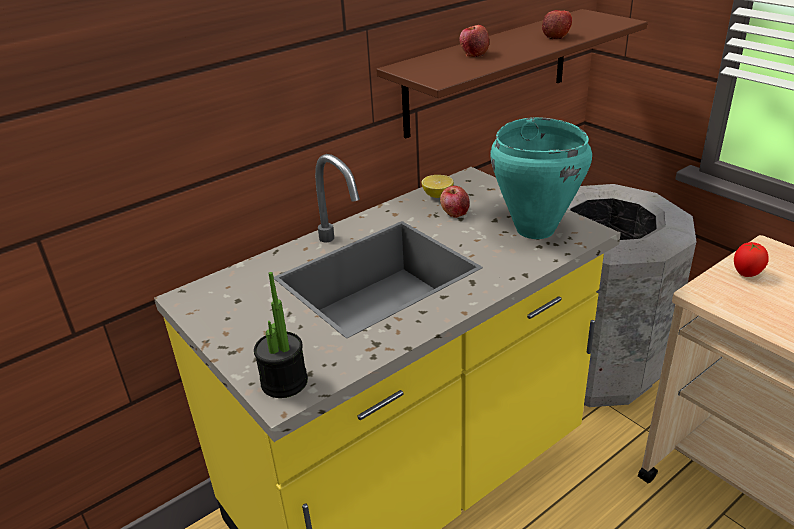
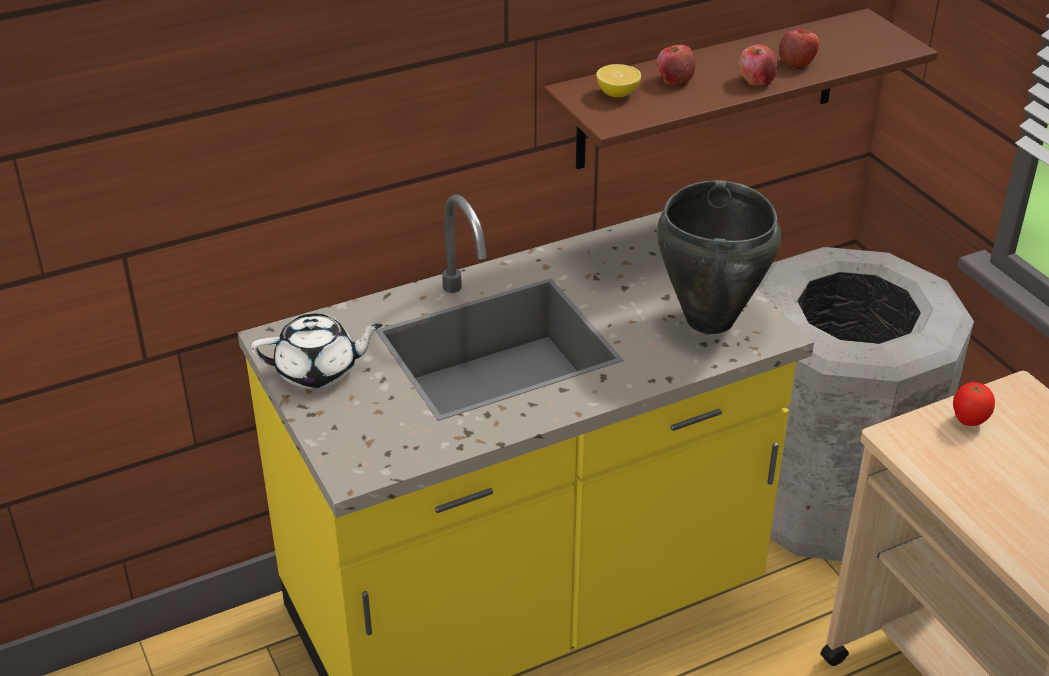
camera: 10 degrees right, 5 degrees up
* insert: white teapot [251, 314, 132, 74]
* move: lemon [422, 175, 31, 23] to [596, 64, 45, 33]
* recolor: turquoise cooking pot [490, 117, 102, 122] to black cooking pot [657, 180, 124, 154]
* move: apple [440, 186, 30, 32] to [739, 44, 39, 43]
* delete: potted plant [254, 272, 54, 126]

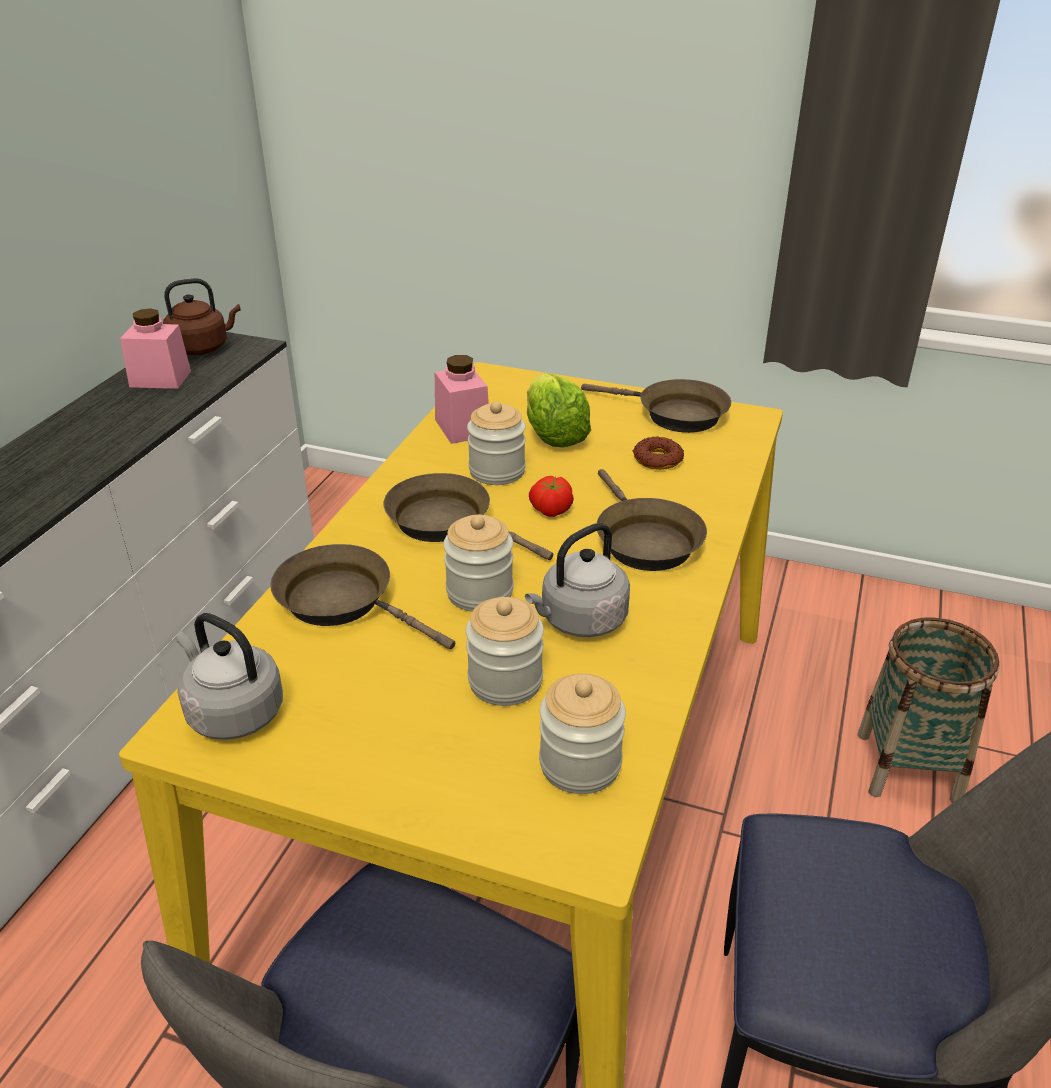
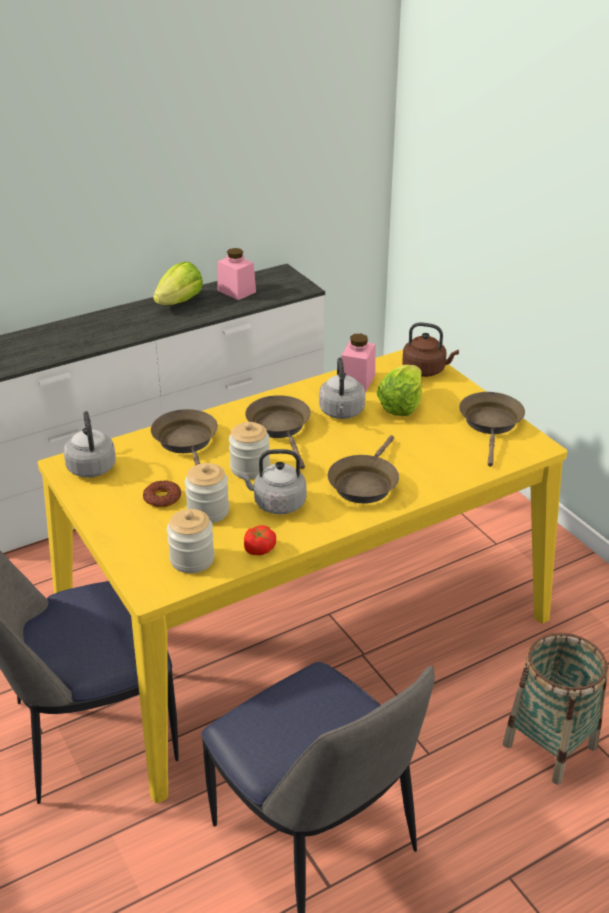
camera: 40 degrees right, 0 degrees up
* move: donut [633, 437, 51, 33] to [143, 480, 38, 28]
* insert: lettuce [153, 261, 50, 44]
* move: tomato [529, 476, 45, 41] to [244, 525, 32, 30]
* replace: jar [467, 402, 59, 83] to grey kettle [319, 357, 46, 62]
* move: brown kettle [163, 278, 78, 77] to [402, 322, 57, 55]
* rotate: brown frying pan [581, 379, 150, 54] = [459, 392, 66, 75] 150 degrees counterclockwise

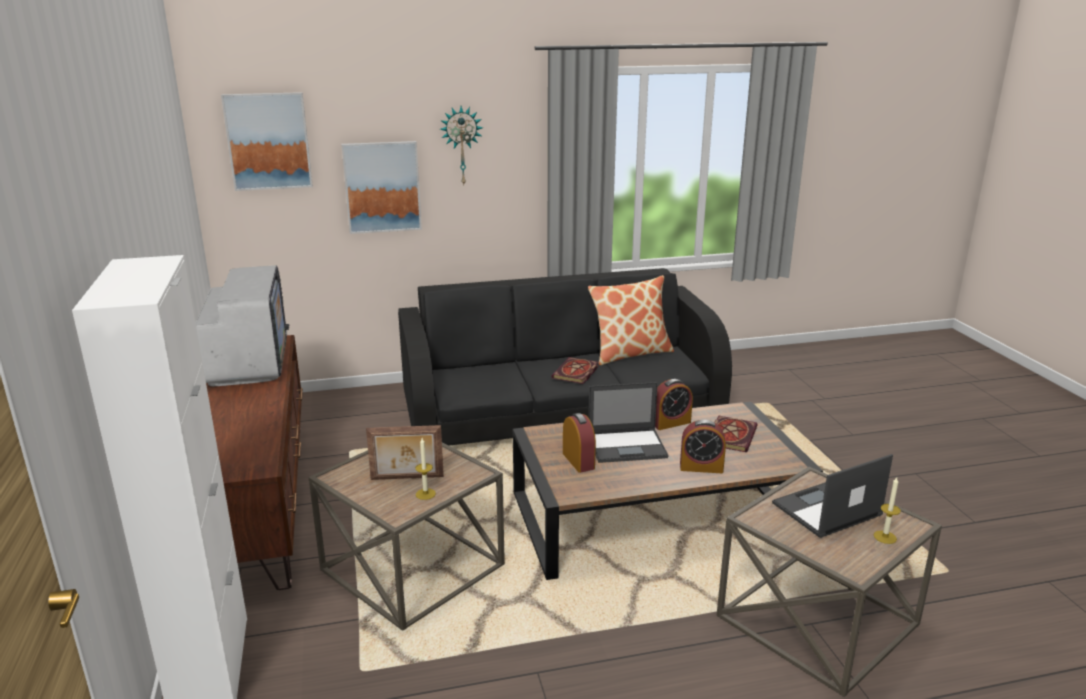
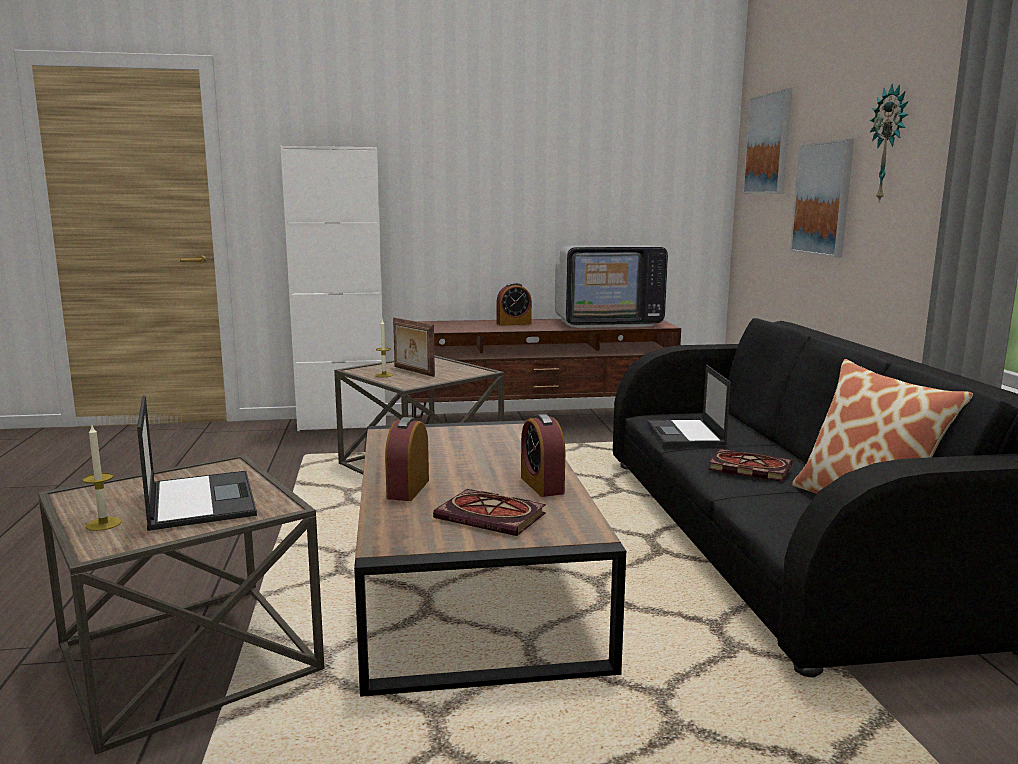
camera: 95 degrees right, 10 degrees down
* rotate: picture frame [366, 425, 78, 55] = [393, 318, 42, 59] 45 degrees counterclockwise
* move: alarm clock [563, 413, 33, 60] to [497, 282, 35, 44]
* move: laptop [588, 382, 81, 81] to [647, 365, 84, 81]

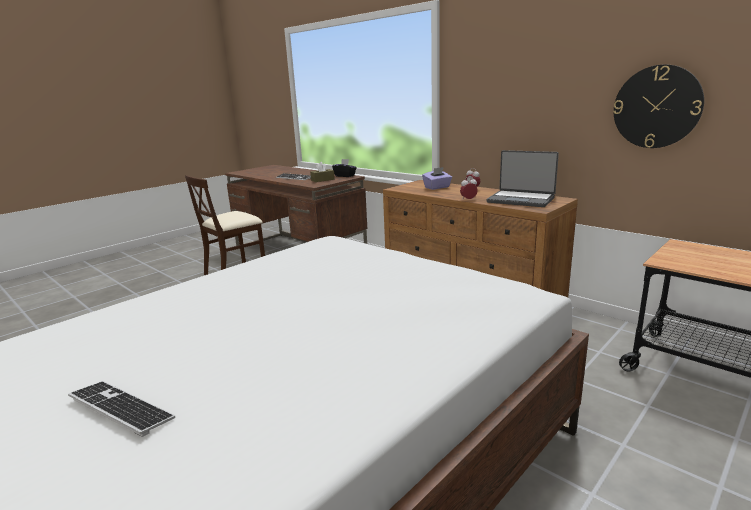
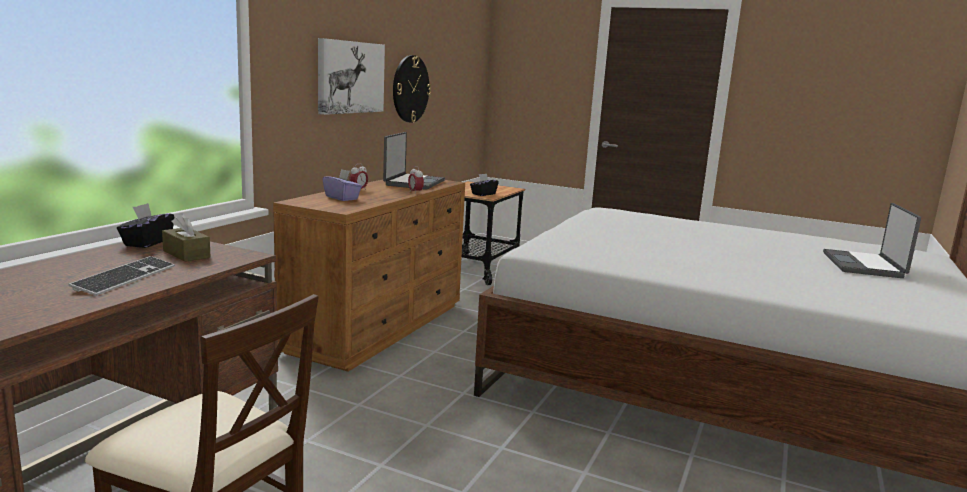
camera: 110 degrees left, 5 degrees down
* insert: picture [318, 38, 67, 77]
* insert: black tissue box [470, 174, 29, 22]
* replace: keyboard [68, 381, 107, 56] to laptop [823, 203, 98, 75]

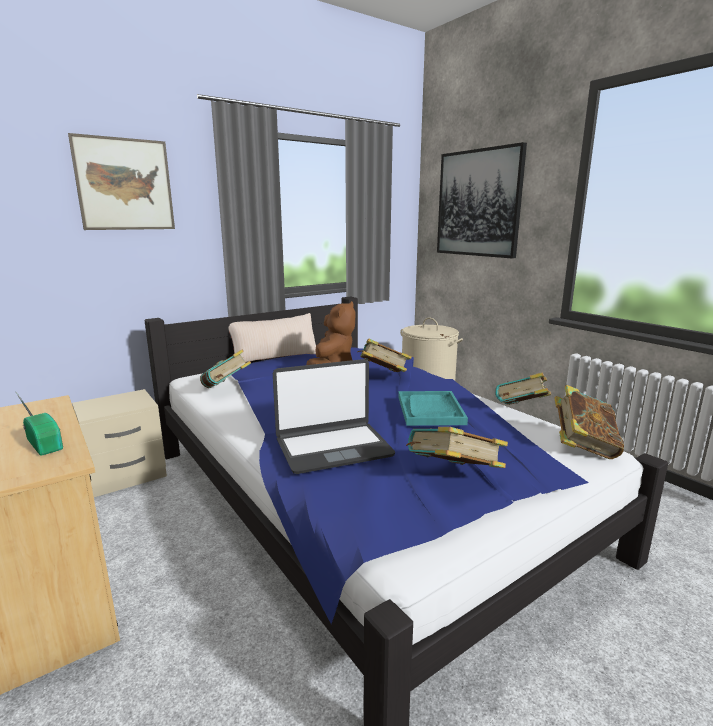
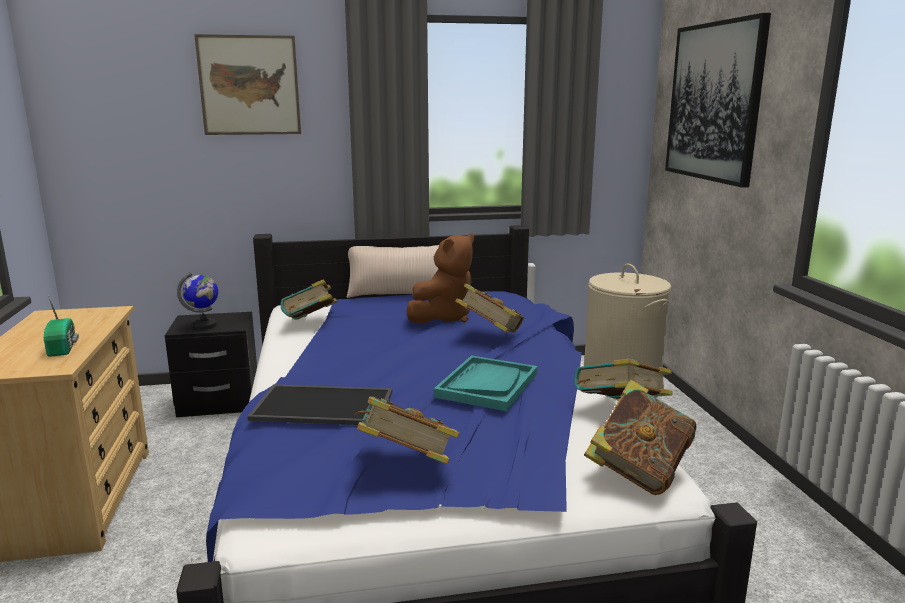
camera: 25 degrees right, 0 degrees up
* recolor: beige nightstand [72, 389, 95, 108] to black nightstand [165, 312, 92, 105]
* insert: globe [177, 272, 41, 58]
* replace: laptop [273, 359, 122, 115] to tray [247, 384, 145, 41]

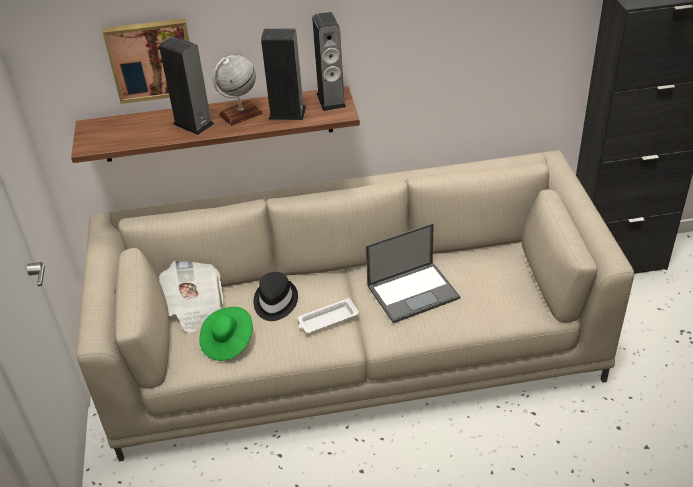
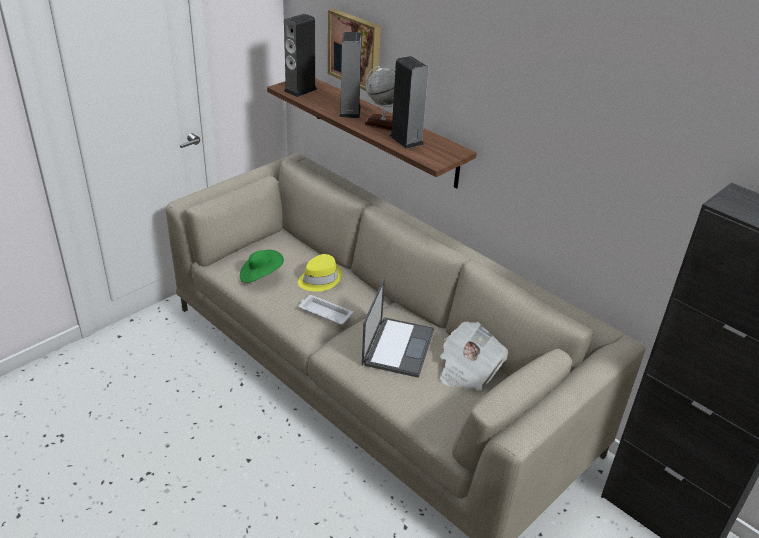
camera: 50 degrees right, 5 degrees down
* move: speaker [312, 12, 34, 99] to [284, 14, 33, 83]
* recolor: black hat [253, 272, 45, 49] to yellow hat [298, 254, 44, 38]
* rotate: laptop [366, 223, 94, 100] = [362, 278, 72, 100] 105 degrees counterclockwise
* move: newspaper [159, 261, 64, 72] to [440, 322, 68, 68]

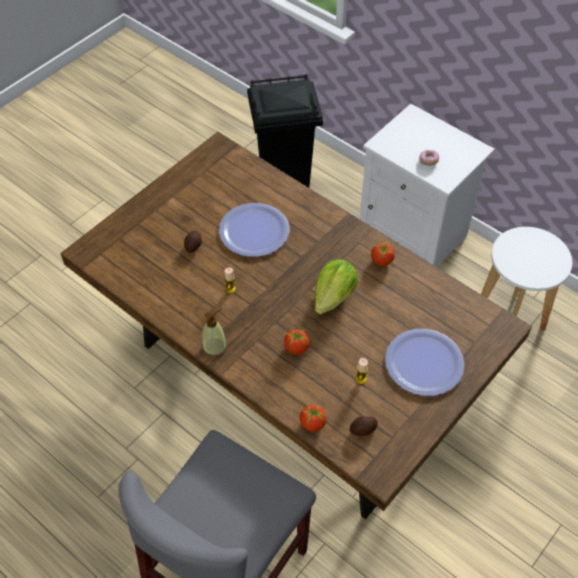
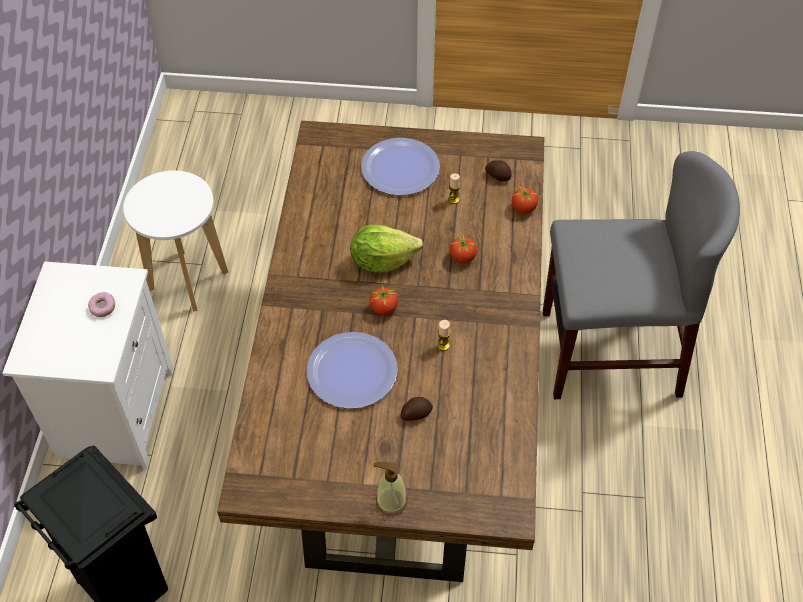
camera: 125 degrees left, 0 degrees up
* move: tomato [371, 237, 24, 29] to [367, 284, 31, 31]
* move: soap dispenser [202, 307, 25, 50] to [374, 462, 33, 53]

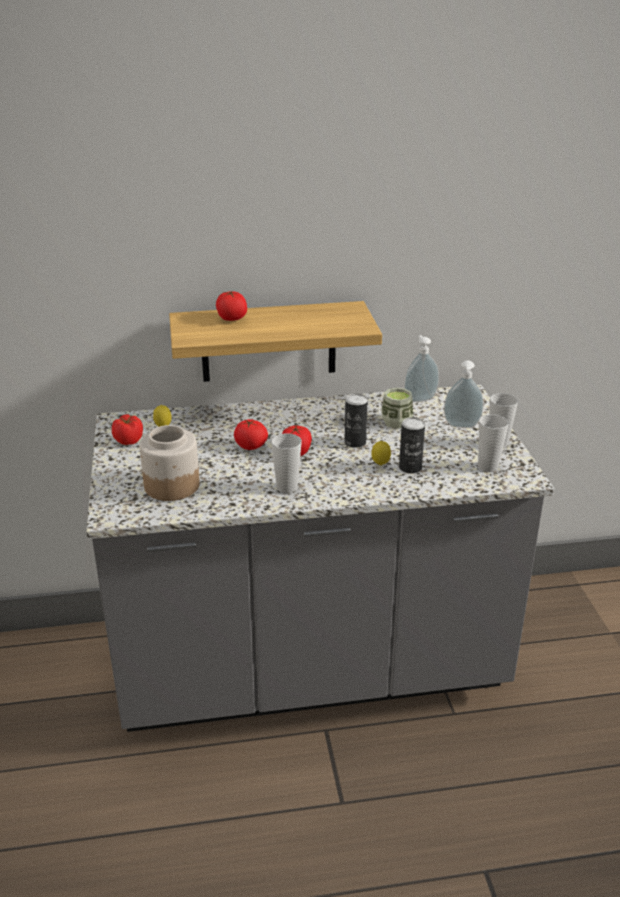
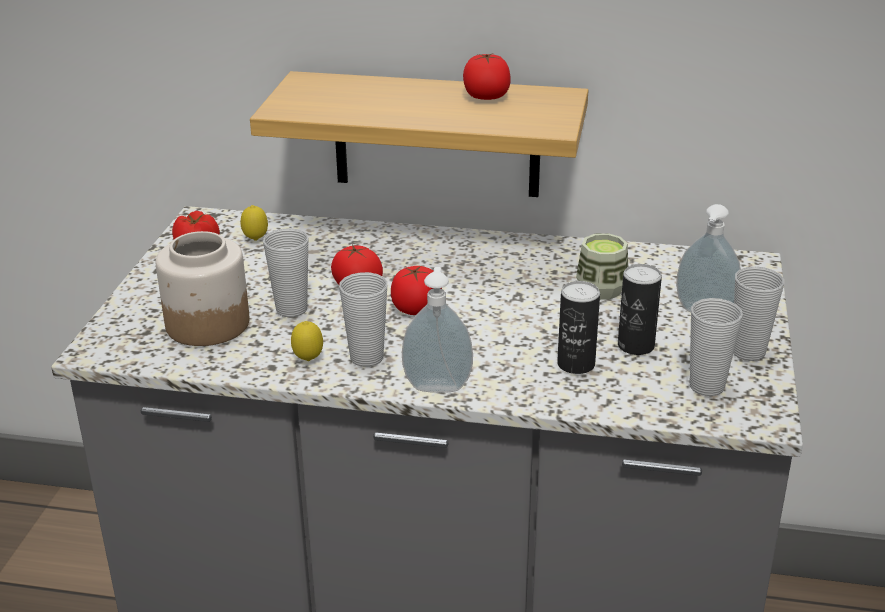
camera: 20 degrees right, 0 degrees up
* insert: cup [263, 228, 45, 89]
* move: lemon [371, 441, 20, 24] to [291, 321, 32, 40]
* move: soap dispenser [404, 335, 35, 67] to [402, 267, 71, 126]
* move: tomato [216, 290, 31, 31] to [463, 53, 47, 47]
* move: can [344, 394, 24, 54] to [618, 264, 44, 91]

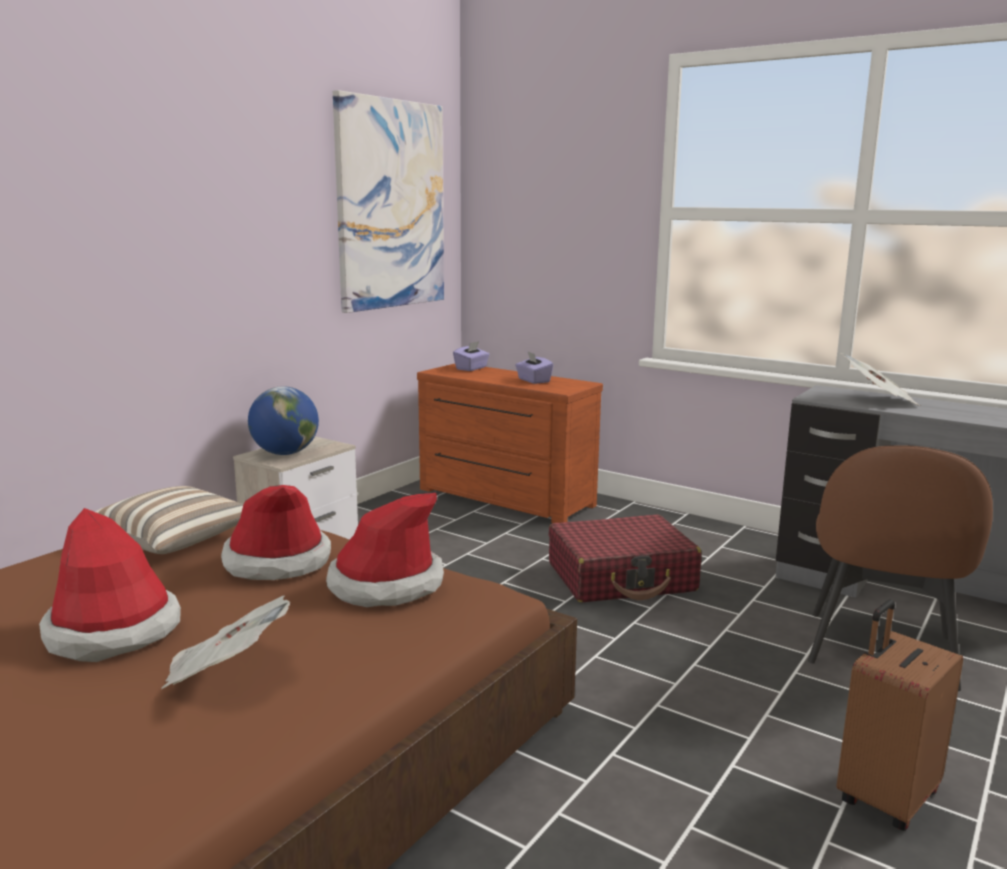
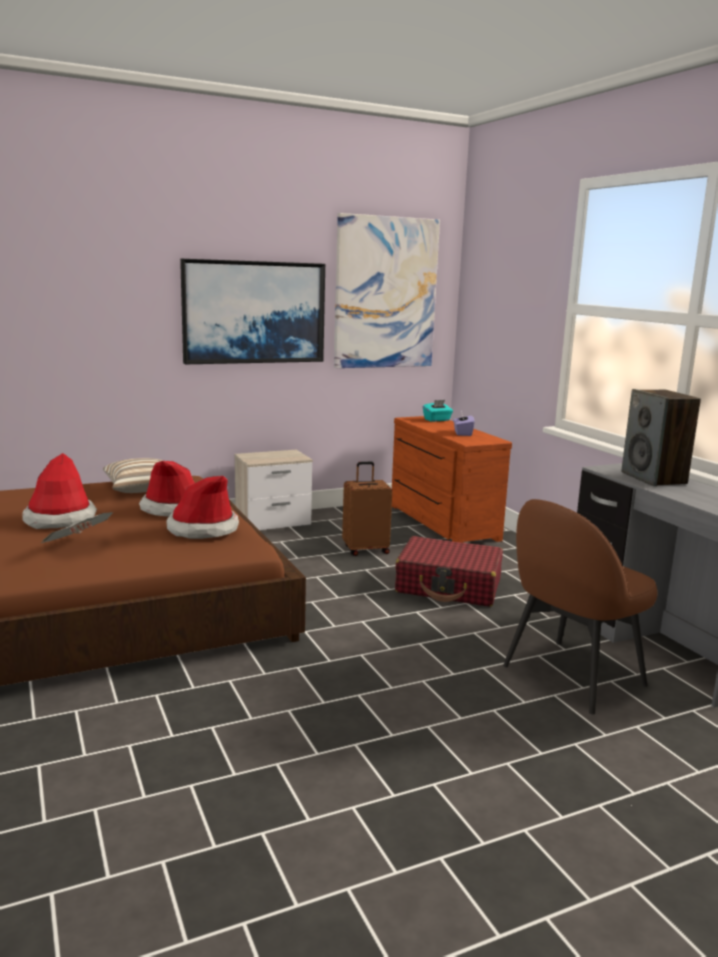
camera: 30 degrees right, 0 degrees up
* insert: picture [180, 259, 145, 105]
* move: brown suitcase [837, 600, 126, 231] to [342, 462, 50, 94]
* recolor: purple tissue box [453, 341, 37, 30] to turquoise tissue box [423, 400, 30, 22]
* replace: newspaper [841, 353, 79, 53] to speaker [621, 389, 80, 97]
* delete: globe [248, 386, 71, 69]

